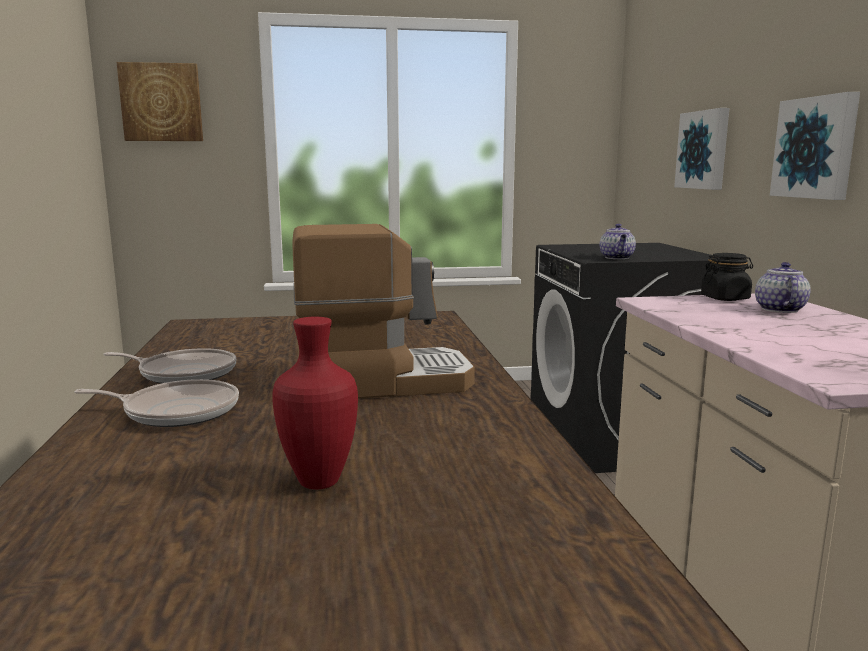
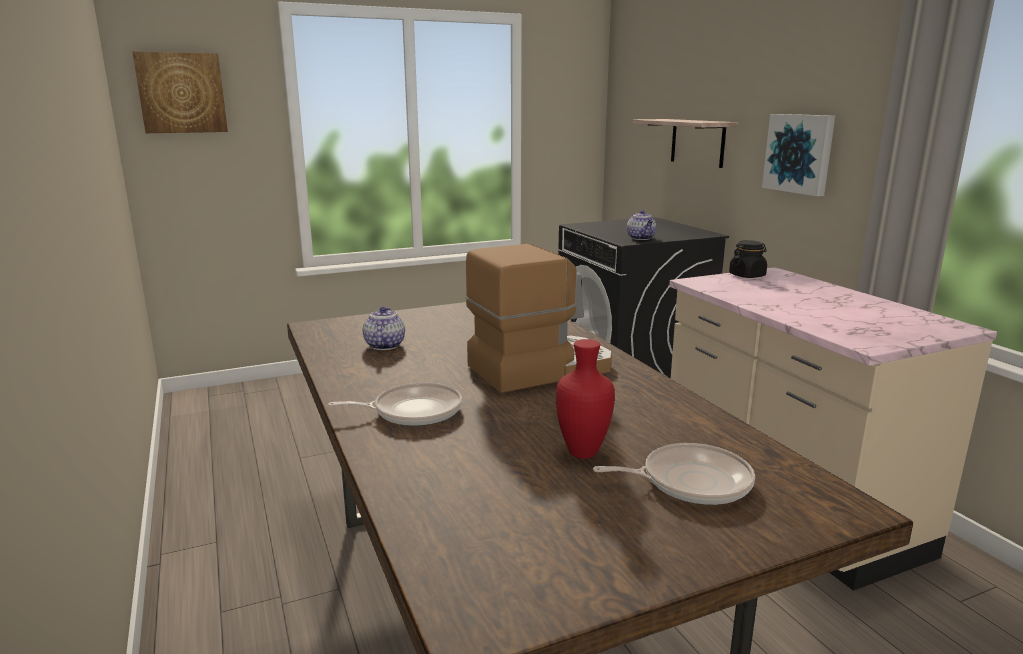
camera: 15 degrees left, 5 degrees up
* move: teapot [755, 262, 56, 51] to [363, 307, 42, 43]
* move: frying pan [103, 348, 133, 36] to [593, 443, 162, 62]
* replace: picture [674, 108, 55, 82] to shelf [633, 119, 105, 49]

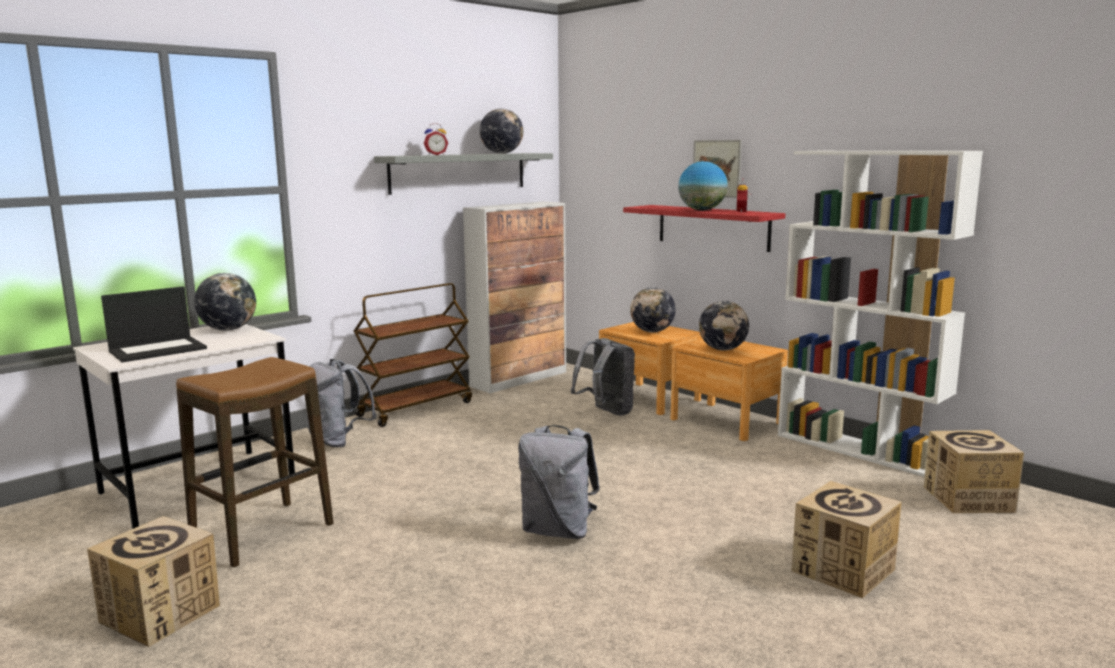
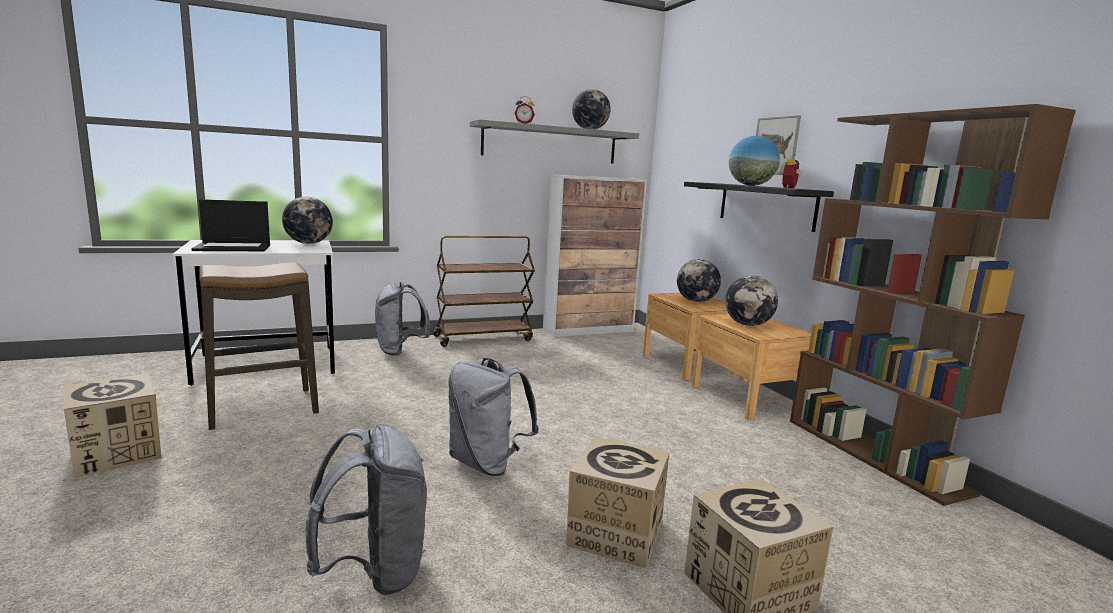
camera: 20 degrees right, 0 degrees up
* move: grey backpack [571, 338, 64, 78] to [305, 424, 122, 172]
* move: cardboard box [924, 430, 100, 83] to [566, 437, 103, 132]
* recolor: red shelf [623, 205, 162, 47] to black shelf [684, 182, 150, 50]
* recolor: white bookcase [778, 151, 205, 326] to brown bookcase [790, 104, 286, 402]

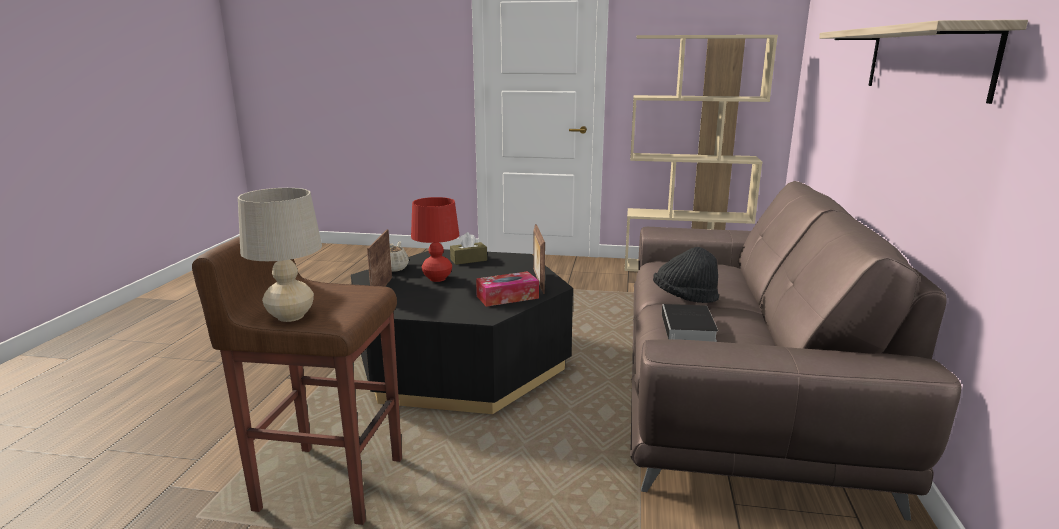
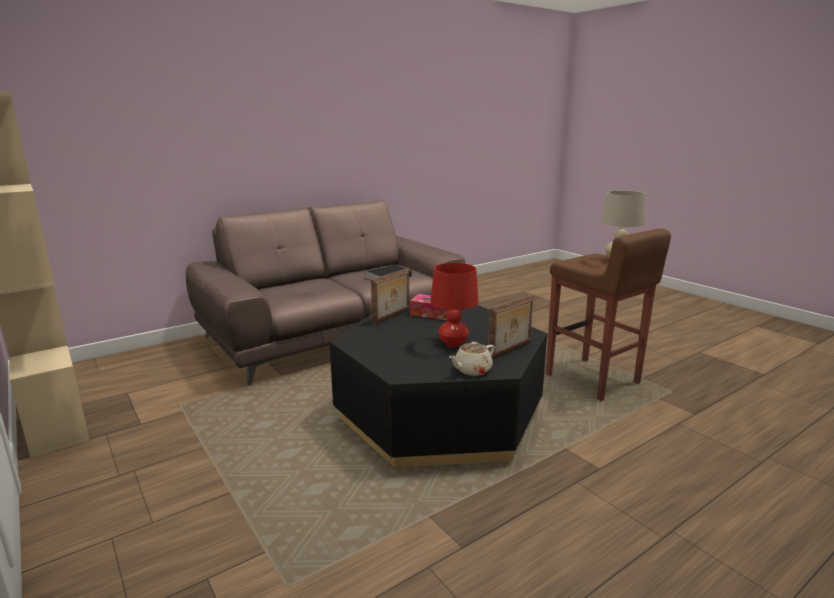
camera: 135 degrees left, 0 degrees up
* delete: brown tissue box [450, 232, 37, 33]
* delete: black hat [653, 247, 66, 56]
* delete: shelf [819, 20, 209, 84]

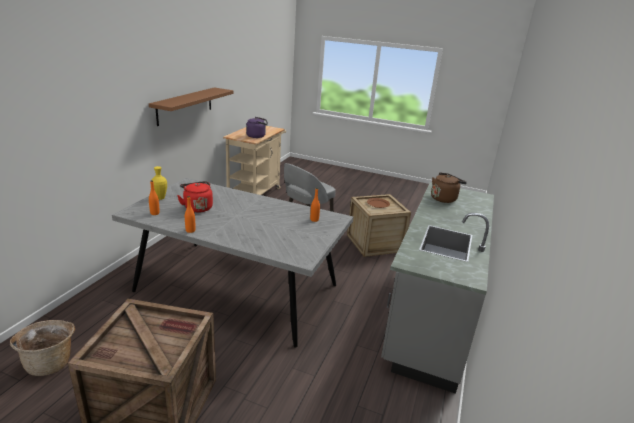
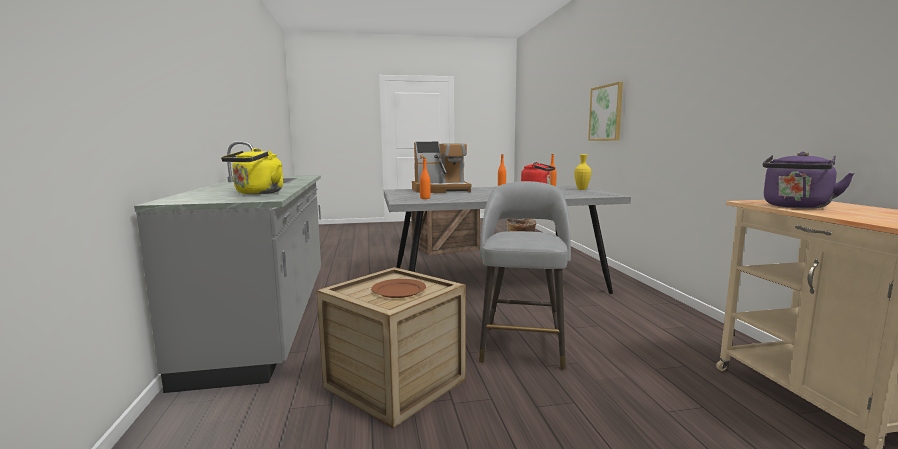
camera: 150 degrees right, 15 degrees down
* recolor: brown kettle [431, 173, 36, 30] to yellow kettle [221, 148, 62, 46]
* insert: coffee machine [412, 142, 59, 51]
* insert: picture [588, 82, 35, 59]
* delete: brown shelf [149, 87, 85, 39]

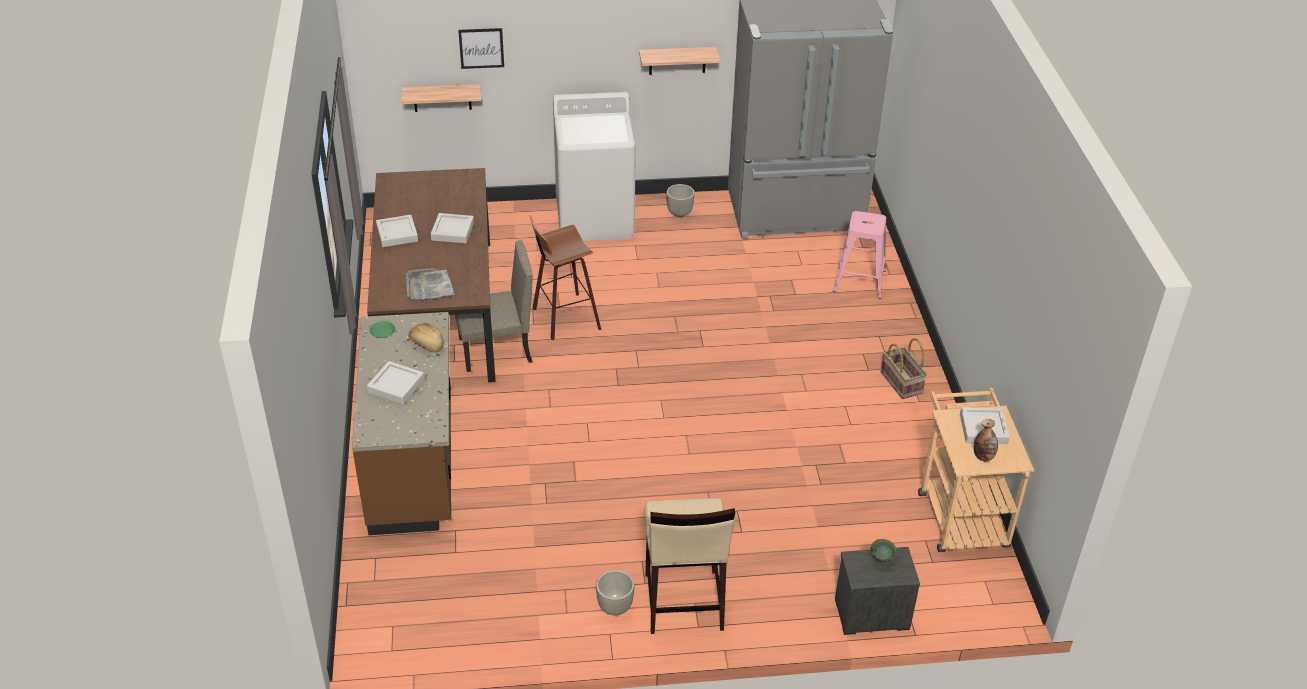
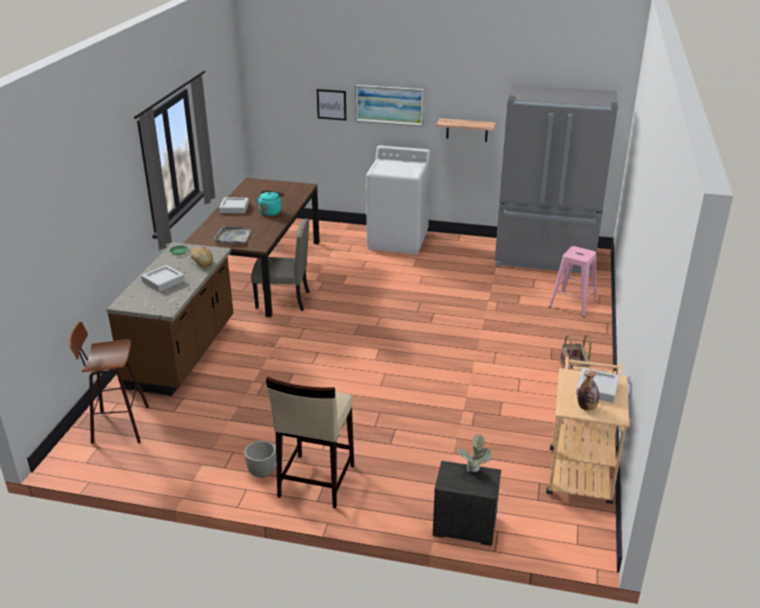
camera: 20 degrees right, 10 degrees down
* move: stool [529, 215, 72, 125] to [69, 322, 80, 122]
* replace: grey tray [431, 213, 43, 31] to turquoise kettle [256, 190, 29, 26]
* insert: picture [355, 85, 69, 41]
* replace: green bowl [871, 539, 26, 24] to potted plant [457, 434, 35, 38]
* delete: shelf [401, 84, 80, 28]
* delete: grey planter [666, 184, 29, 33]

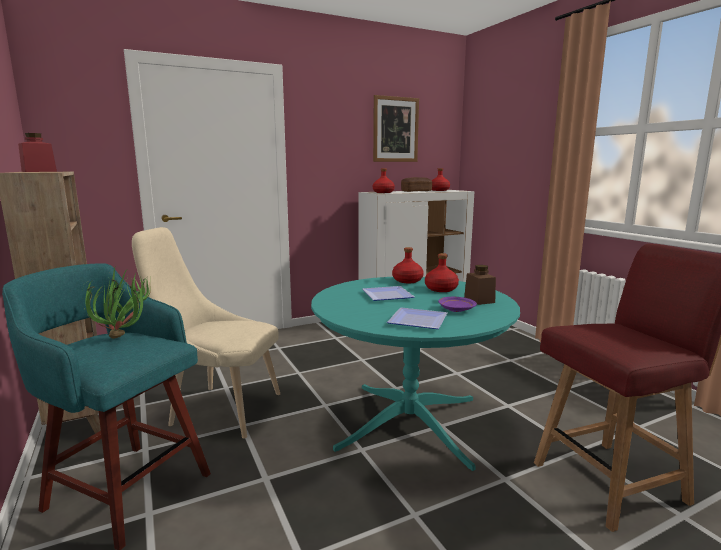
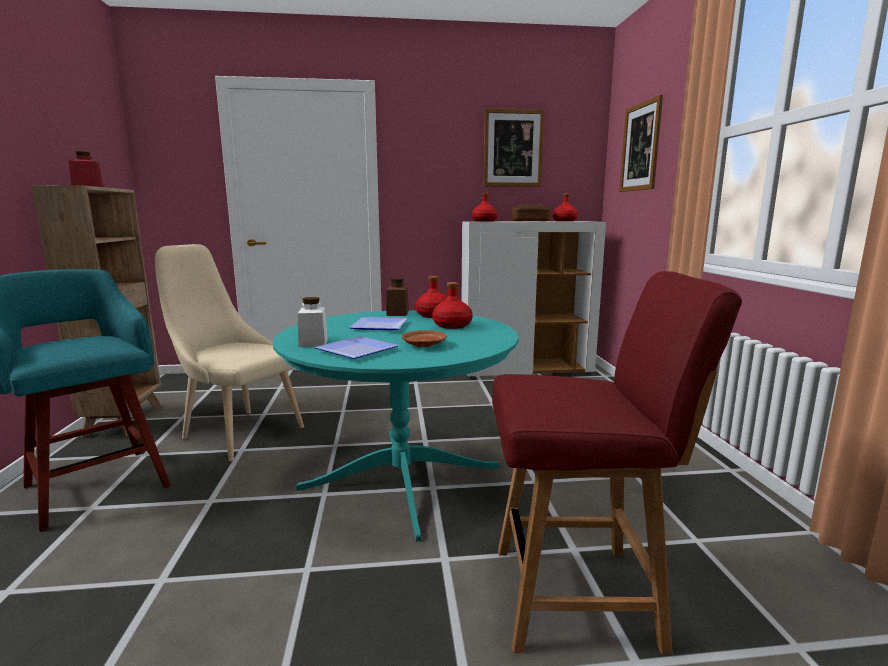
camera: 20 degrees right, 0 degrees up
* insert: white jar [297, 297, 31, 50]
* move: brown jar [464, 265, 32, 40] to [386, 278, 23, 38]
* recolor: purple plate [438, 297, 39, 15] to brown plate [402, 330, 45, 17]
* insert: picture [619, 95, 44, 97]
* delete: potted plant [82, 267, 69, 72]

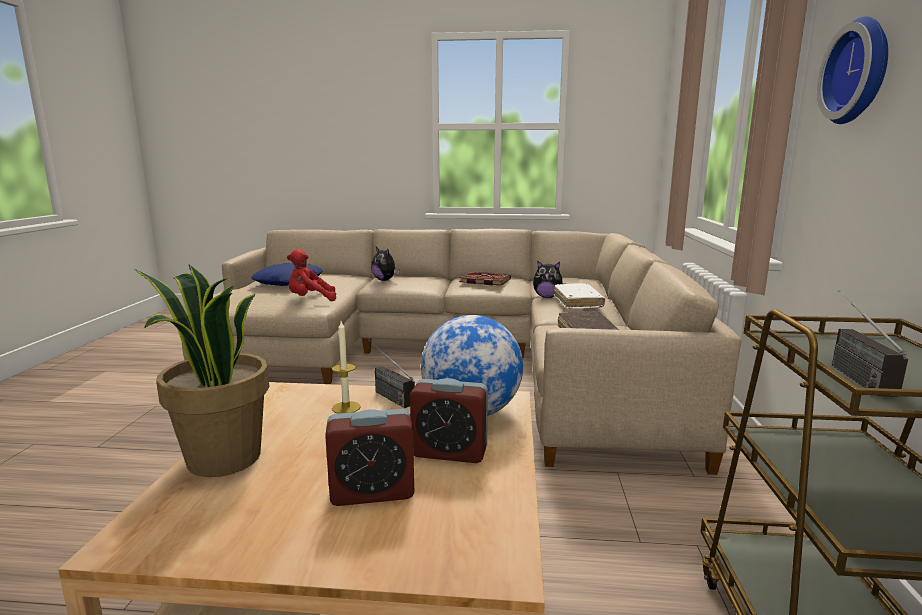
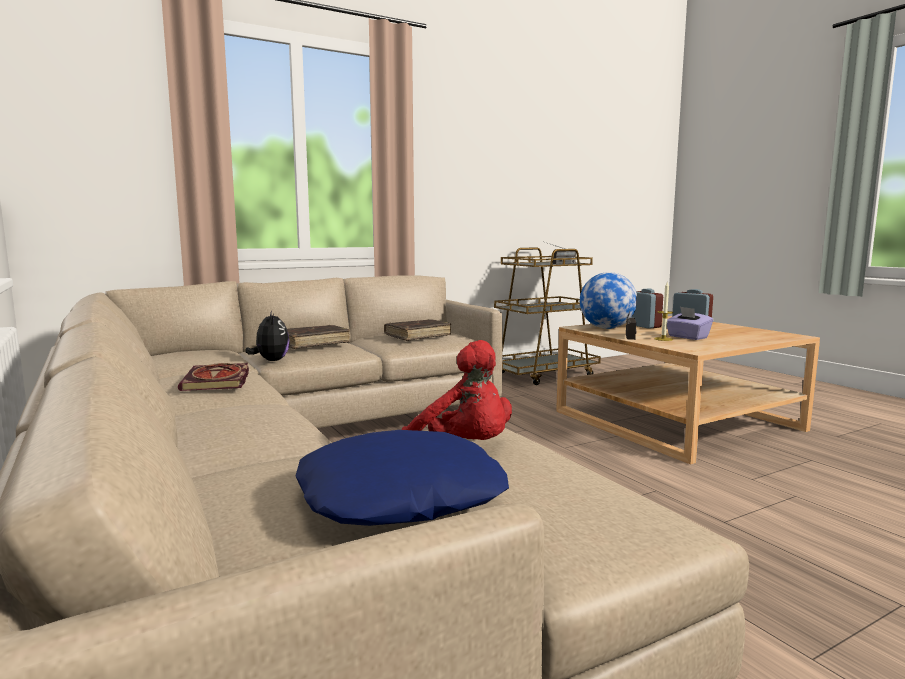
camera: 125 degrees left, 5 degrees down
* recolor: white book [554, 283, 51, 26] to brown book [287, 325, 63, 24]
* insert: purple tissue box [667, 307, 46, 33]
* delete: potted plant [134, 264, 135, 213]
* delete: plush toy [371, 247, 28, 34]
* delete: wall clock [817, 16, 71, 108]

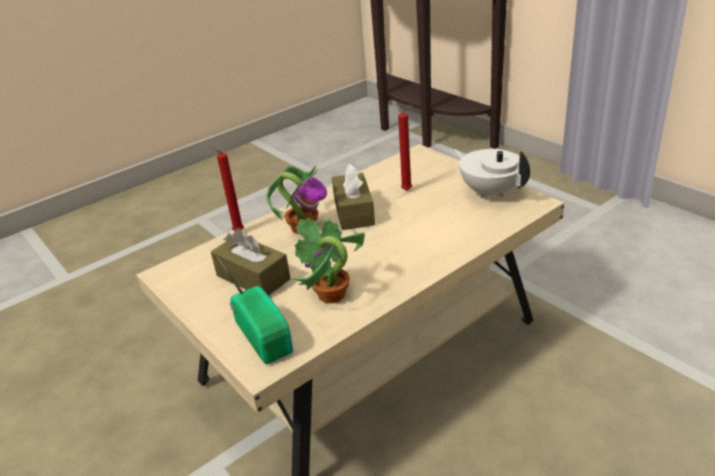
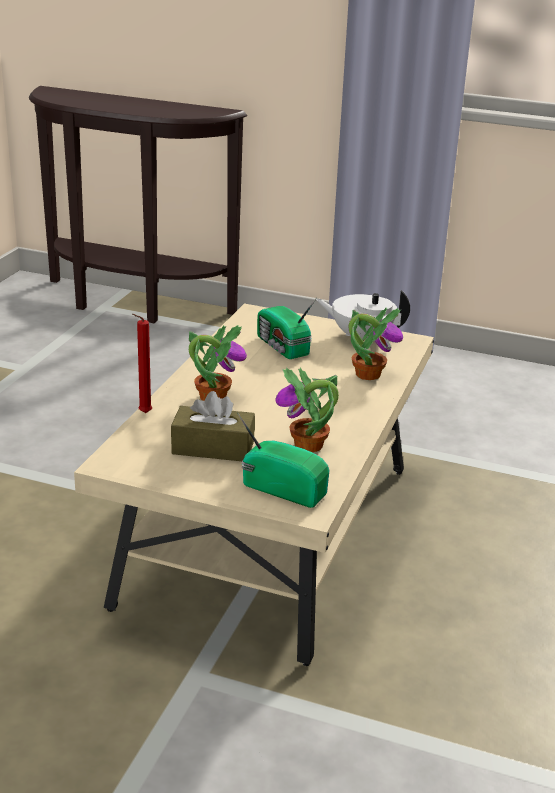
camera: 35 degrees left, 5 degrees down
* replace: red candle [398, 104, 15, 86] to radio [257, 298, 60, 61]
* insert: potted plant [349, 308, 54, 72]
* delete: brown tissue box [332, 164, 43, 66]

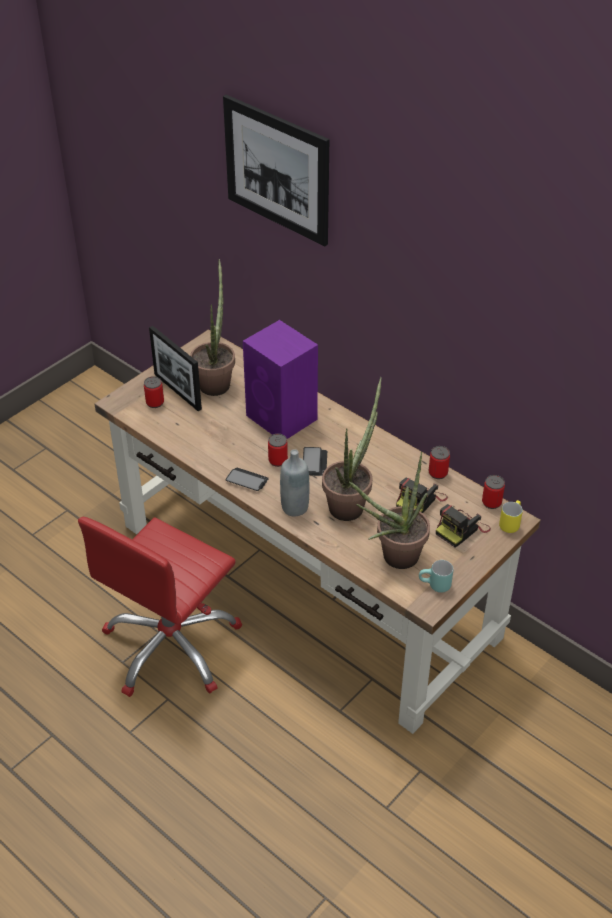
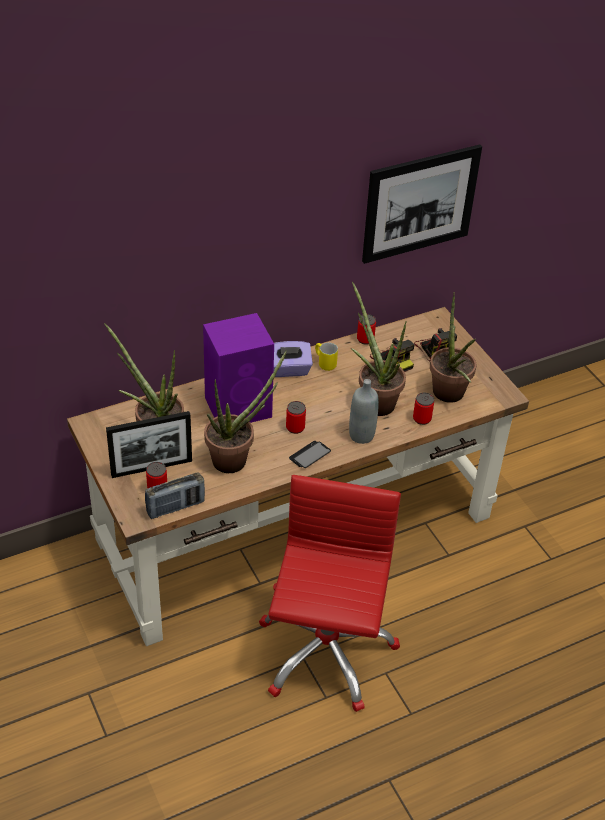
camera: 70 degrees left, 0 degrees up
* insert: radio [145, 472, 60, 47]
* insert: potted plant [204, 350, 83, 123]
* rotate: red office chair [78, 517, 164, 180] = [259, 475, 142, 237] 135 degrees counterclockwise
* insert: purple tissue box [274, 341, 39, 36]
* move: yellow mug [499, 500, 24, 33] to [315, 343, 23, 28]
* move: picture [223, 95, 106, 151] to [362, 144, 120, 120]
* move: can [482, 475, 23, 34] to [413, 392, 21, 33]
* delete: phone [303, 447, 24, 29]
* delete: turquoise mug [419, 560, 34, 33]

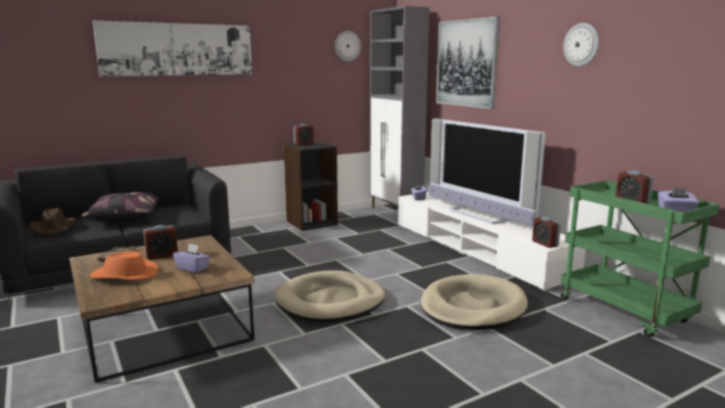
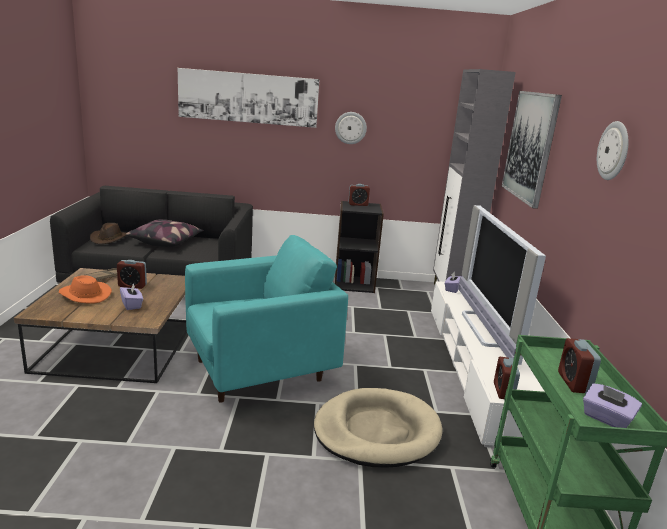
camera: 30 degrees right, 5 degrees up
* replace: beige dog bed [274, 271, 111, 51] to turquoise armchair [185, 235, 163, 168]
* move: wall clock [335, 31, 26, 30] to [335, 112, 32, 32]

